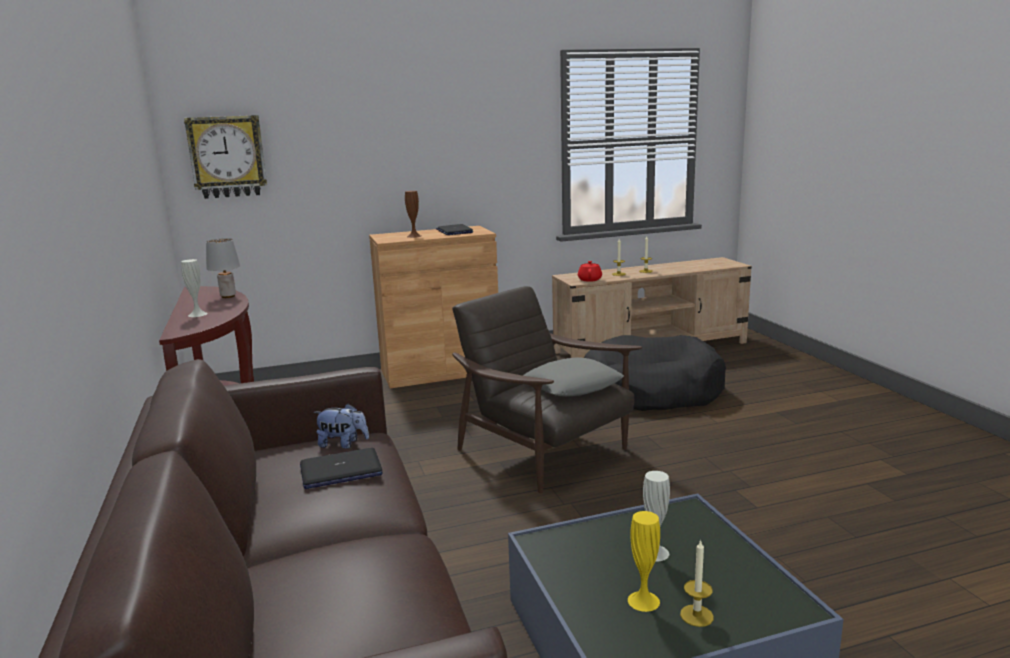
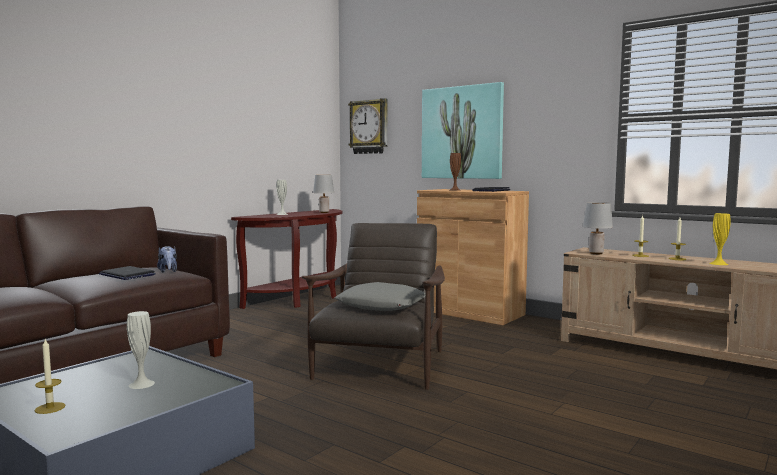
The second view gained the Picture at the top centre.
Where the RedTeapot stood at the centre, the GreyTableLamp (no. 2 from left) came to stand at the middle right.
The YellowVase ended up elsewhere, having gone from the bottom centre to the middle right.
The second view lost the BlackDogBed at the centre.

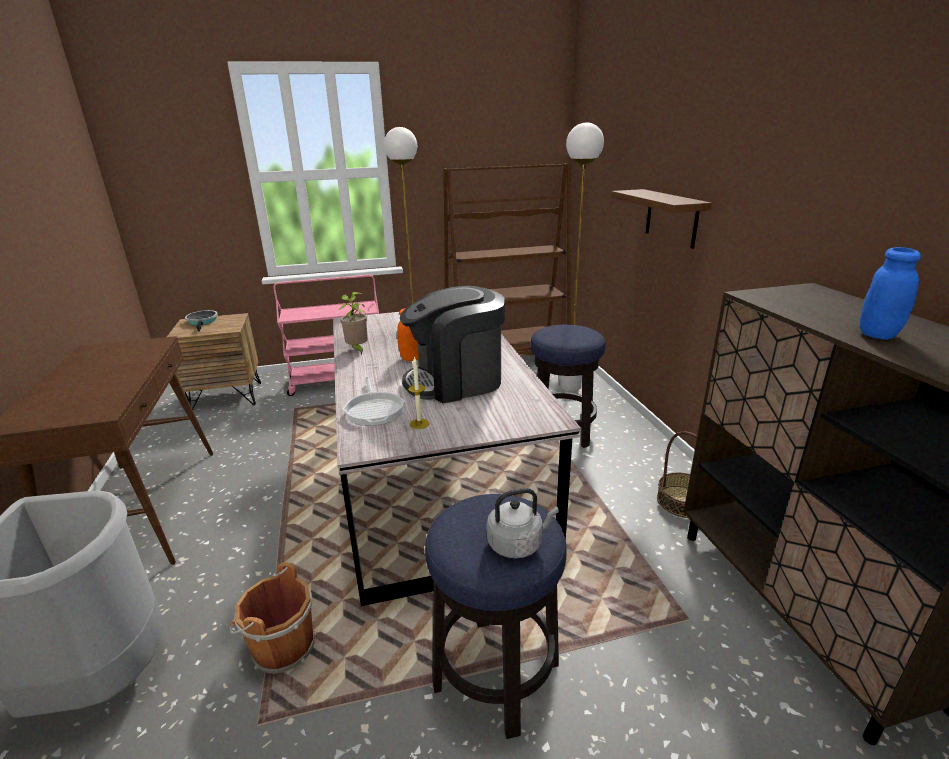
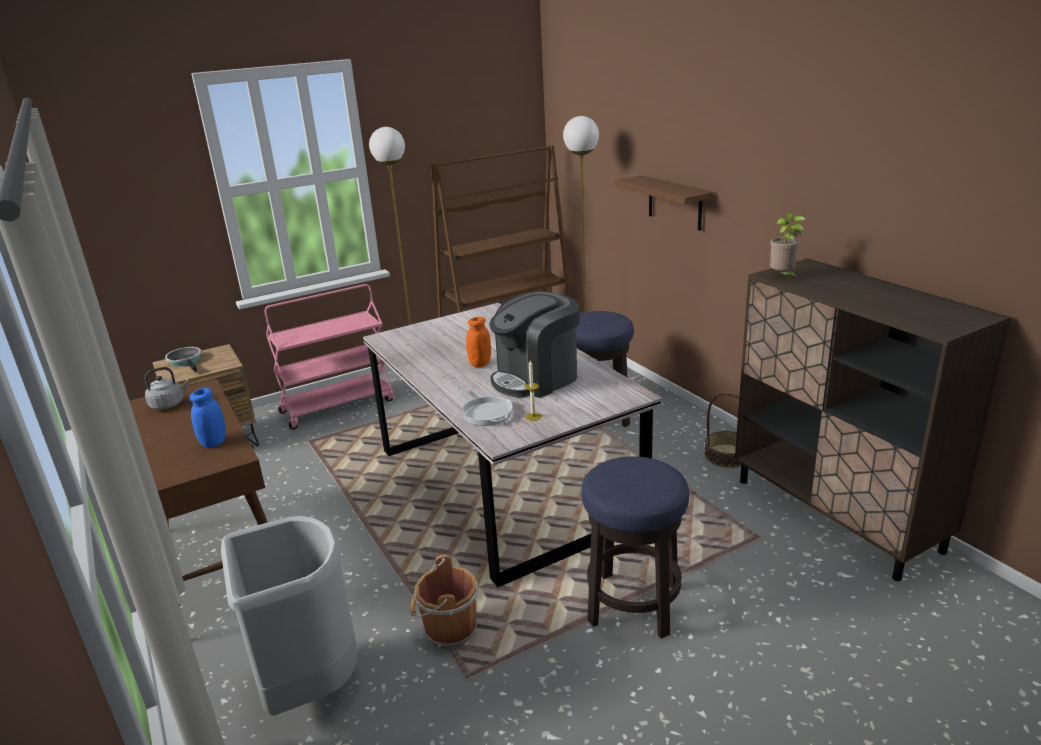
The GreyKettle ended up elsewhere, having gone from the bottom centre to the middle left.
The BlueJar ended up elsewhere, having gone from the middle right to the middle left.
The PottedPlant ended up elsewhere, having gone from the centre to the top right.

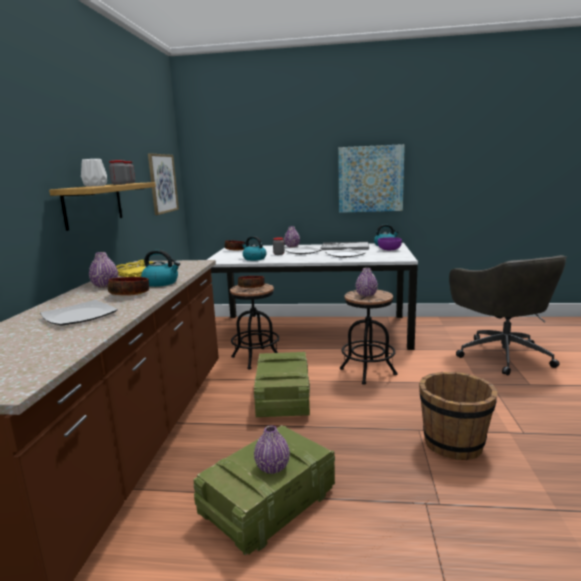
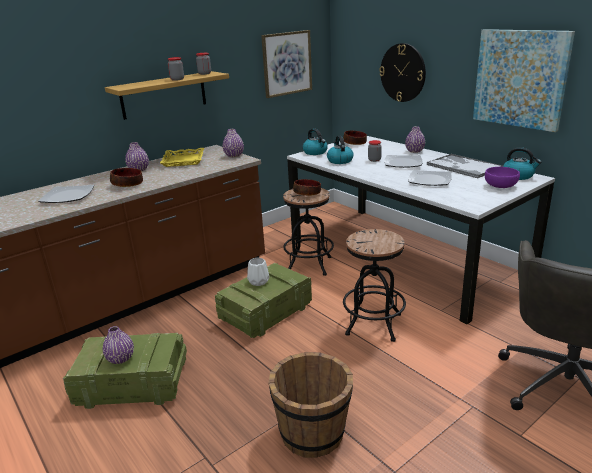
The PurpleVase (no. 4 from left in the first image) ended up elsewhere, having gone from the centre to the top centre.
The WhiteVase ended up elsewhere, having gone from the top left to the centre.
The Kettle (no. 1 from left) ended up elsewhere, having gone from the middle left to the top centre.
The second view gained the WallClock at the top right.

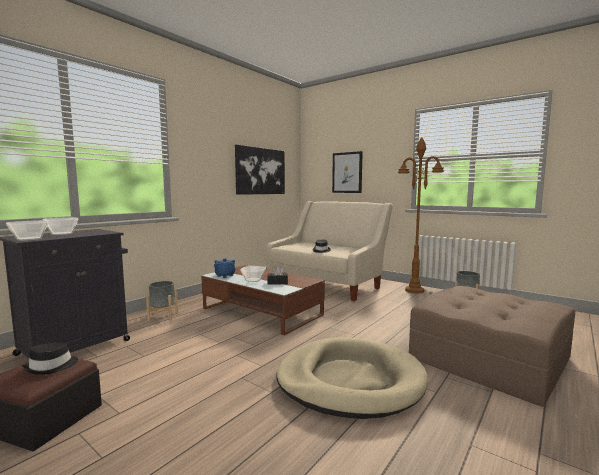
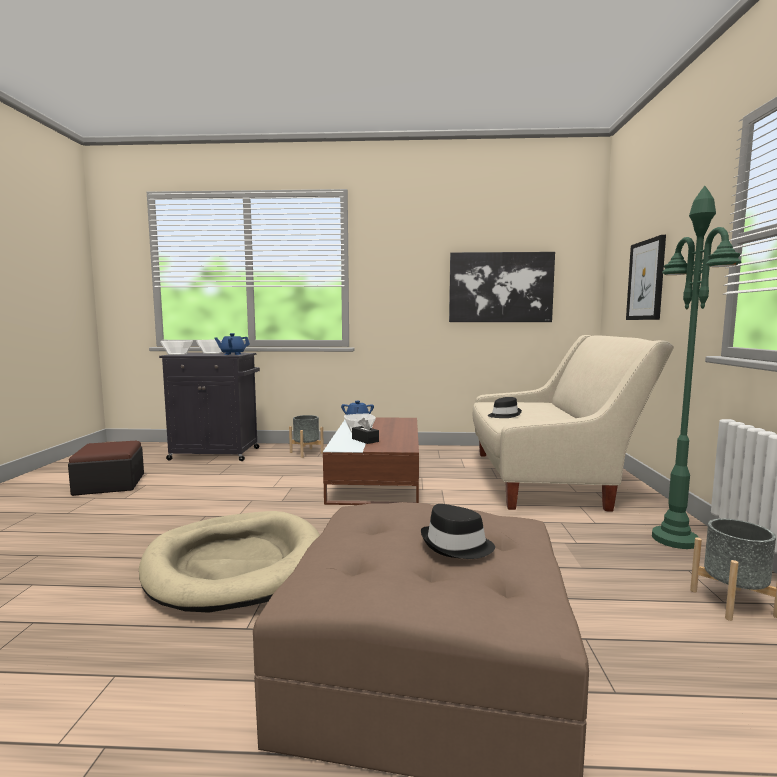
The second view gained the BlueTeapot (no. 1 from left) at the middle left.
The BlackHat (no. 1 from left) ended up elsewhere, having gone from the bottom left to the bottom centre.
What was the BrownFloorLamp at the middle right turned into the GreenFloorLamp at the middle right.

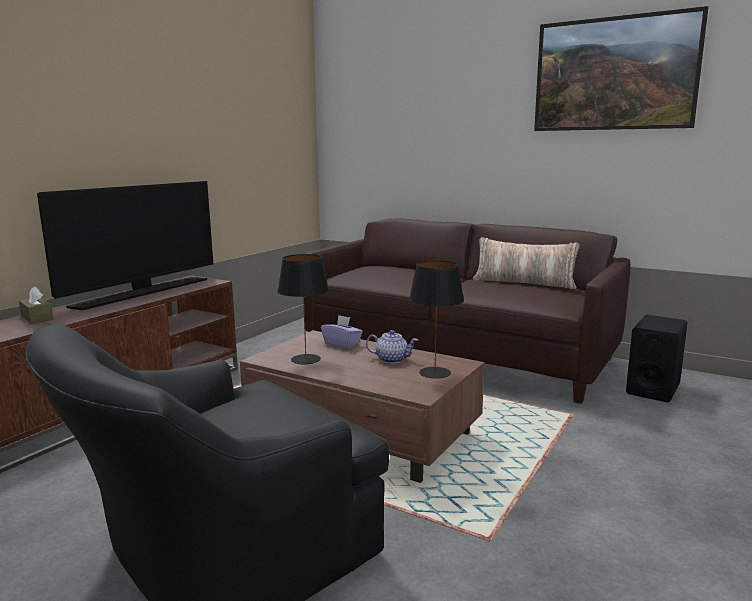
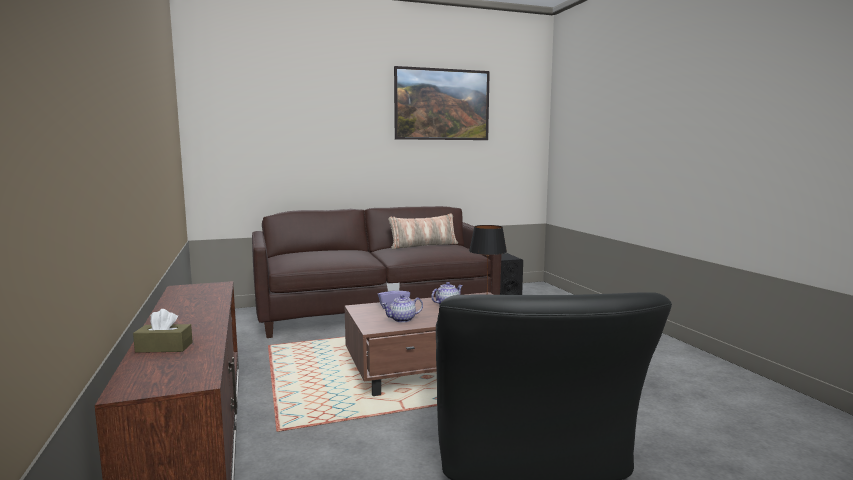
Where the BlackTableLamp (no. 1 from left) stood at the centre, the Teapot (no. 1 from left) came to stand at the centre.
The second view lost the Television at the middle left.

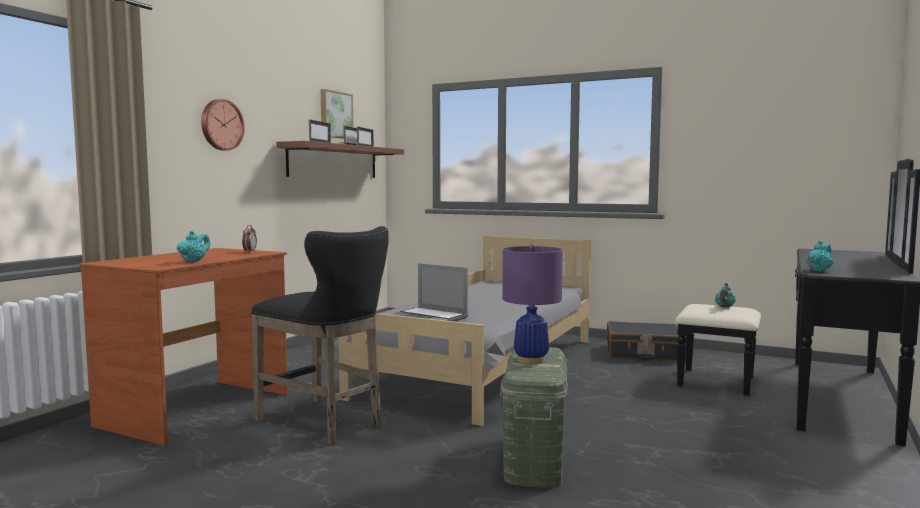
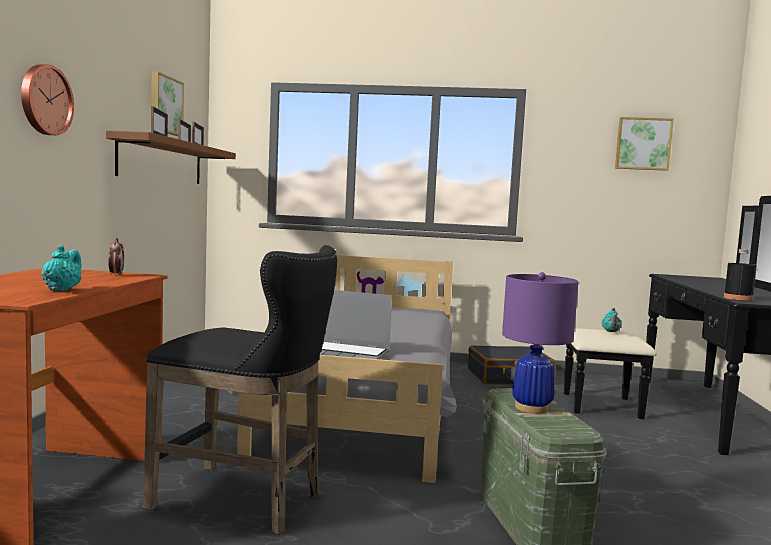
The second view gained the Picture (no. 2 from left) at the top right.
Where the TurquoiseTeapot (no. 3 from left) stood at the middle right, the BlackBottle came to stand at the middle right.

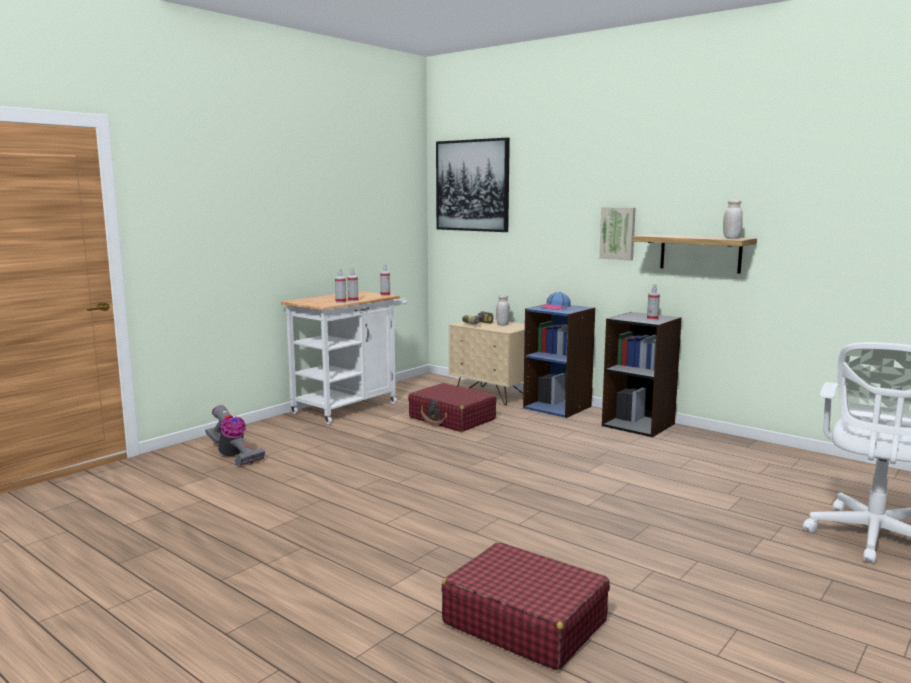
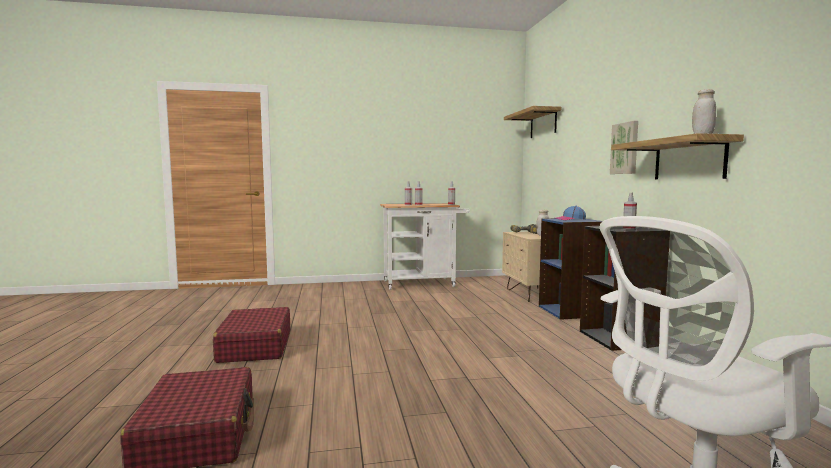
The RedSuitcase (no. 1 from left in the first image) ended up elsewhere, having gone from the centre to the bottom left.
Where the Picture (no. 1 from left) hung at the top centre, the Shelf (no. 1 from left) came to hang at the top centre.
The second view lost the VacuumCleaner at the middle left.

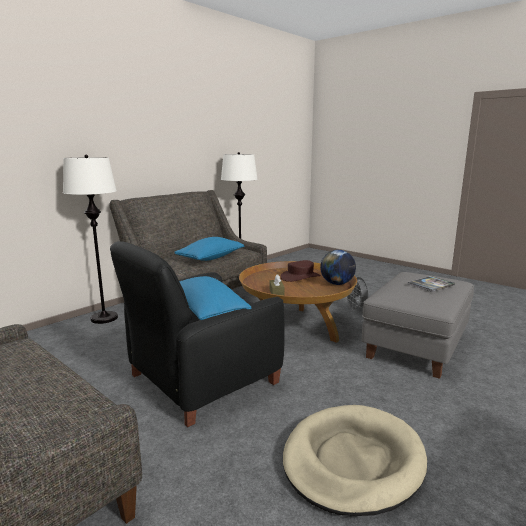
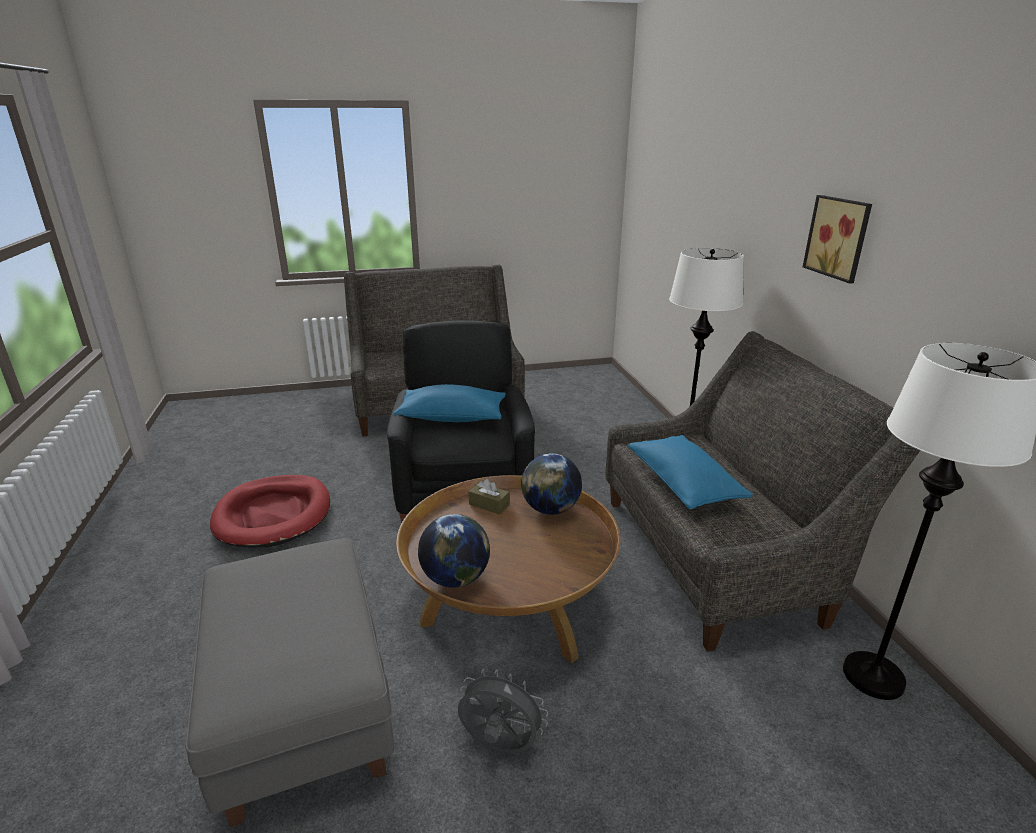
What was the BeigeDogBed at the bottom right turned into the RedDogBed at the middle left.
The second view gained the Globe (no. 2 from left) at the centre.
The second view gained the Picture at the top right.
The second view lost the BrownHat at the centre.
The second view lost the Book at the middle right.

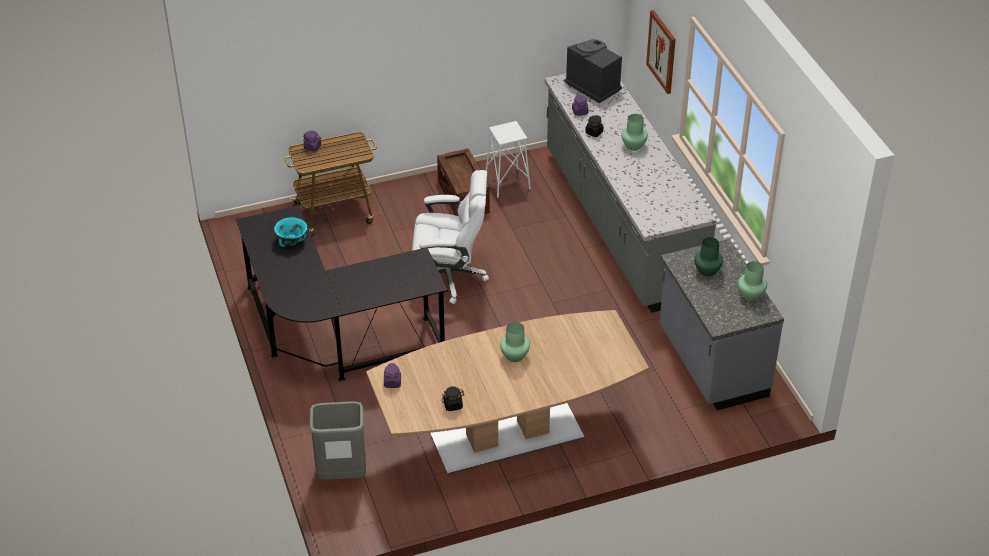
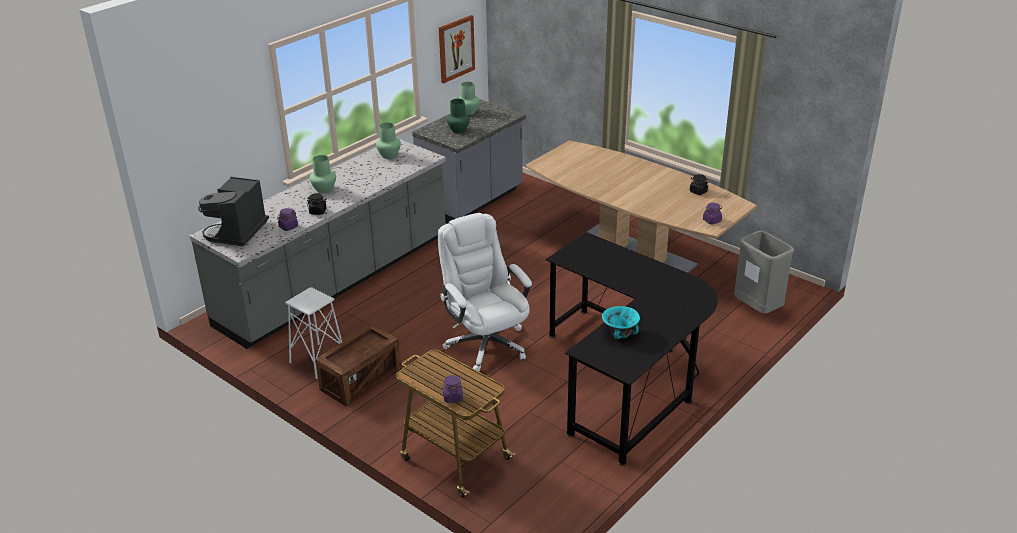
The GreenVase (no. 1 from left in the first image) ended up elsewhere, having gone from the centre to the top centre.
The Picture ended up elsewhere, having gone from the top right to the top centre.

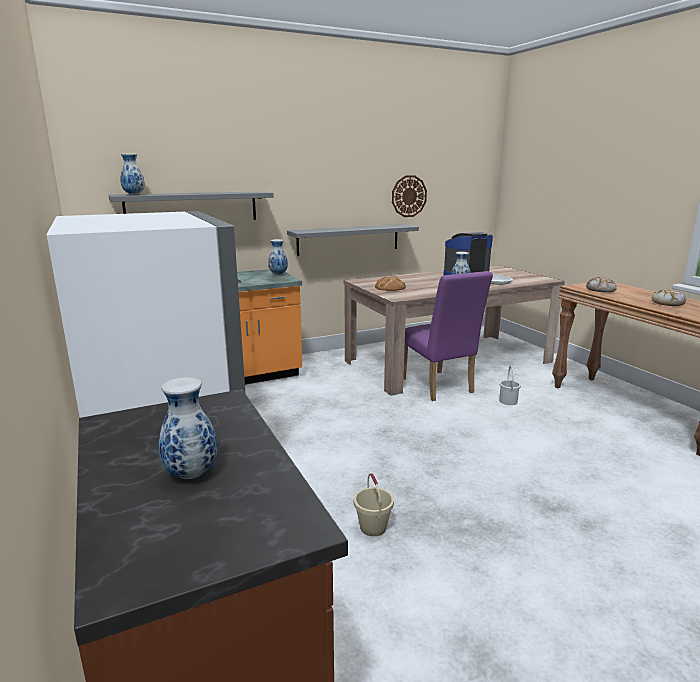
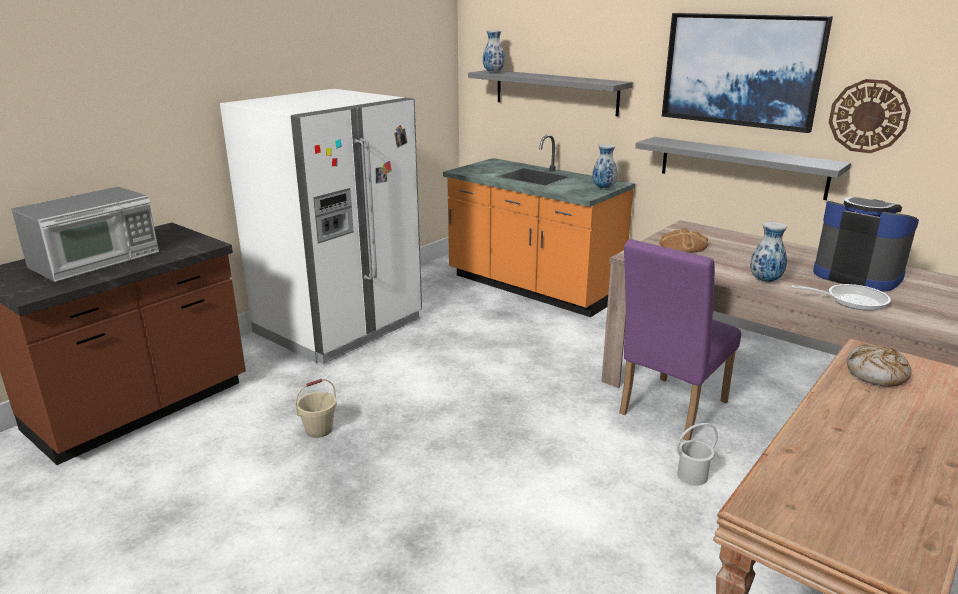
Where the Vase (no. 2 from left) stood at the middle left, the Microwave came to stand at the middle left.
The second view gained the Picture at the top right.
The second view lost the Bread (no. 3 from left) at the middle right.

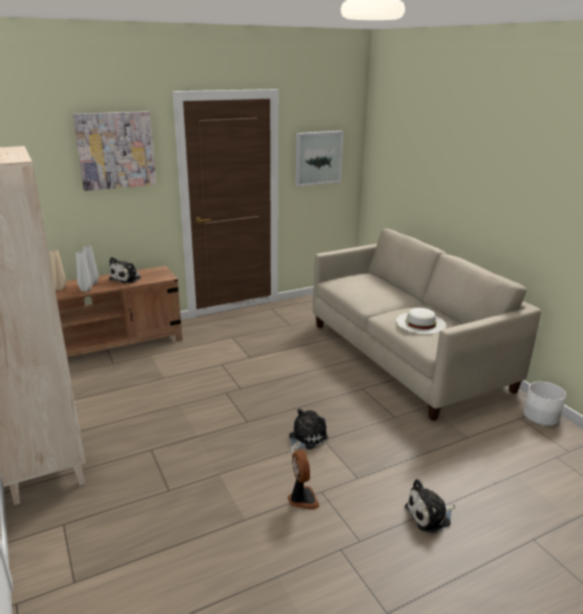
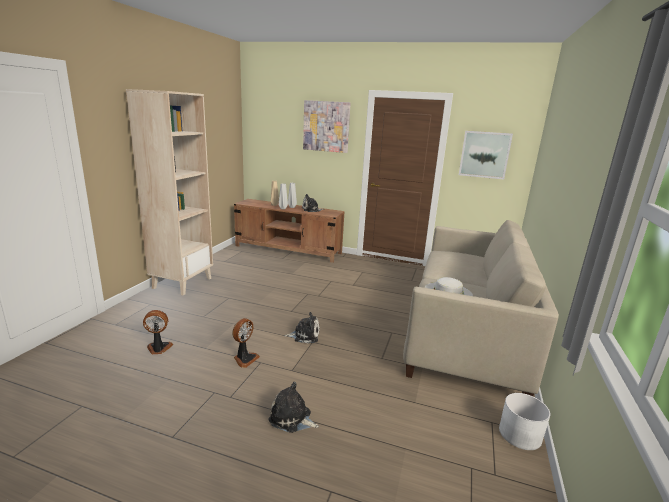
The second view gained the Fan (no. 1 from left) at the middle left.

